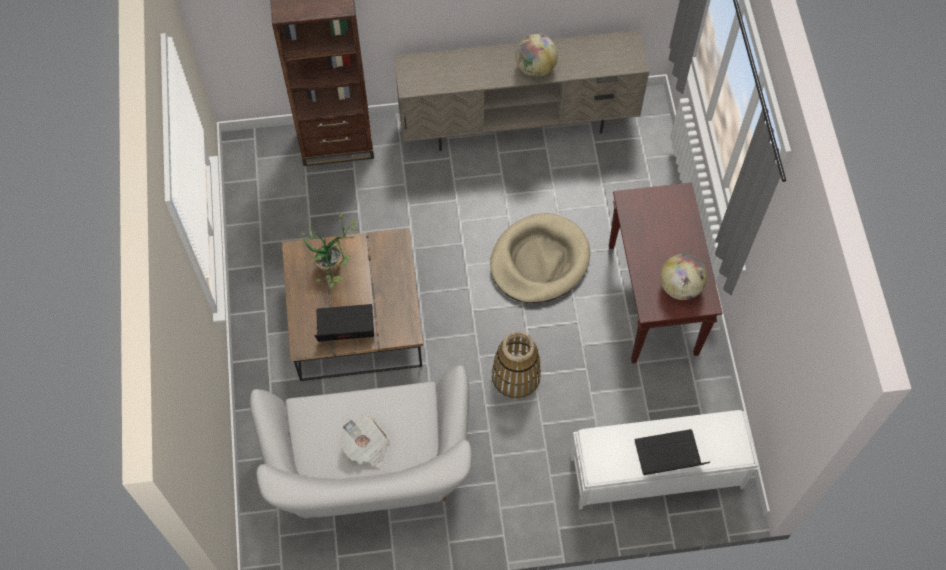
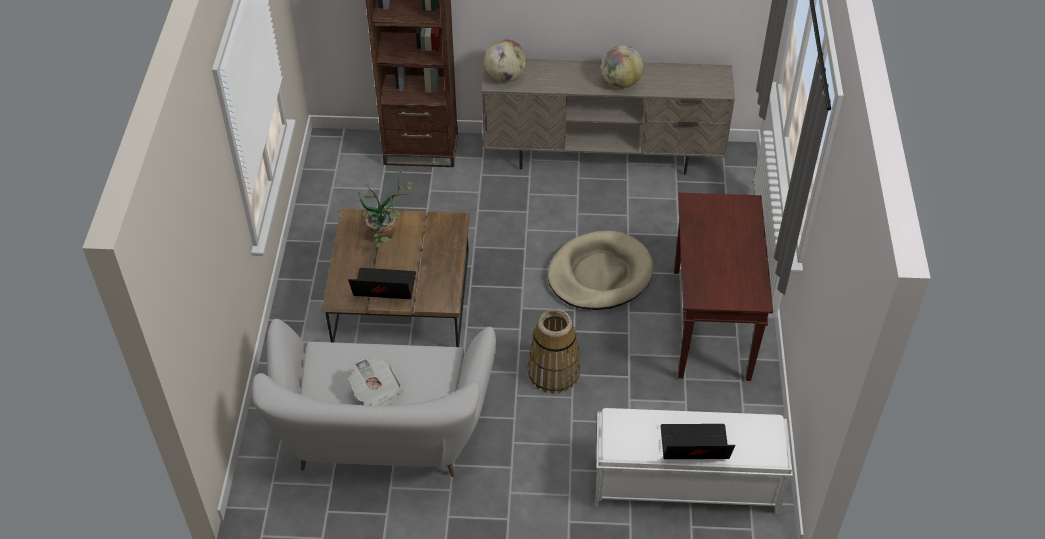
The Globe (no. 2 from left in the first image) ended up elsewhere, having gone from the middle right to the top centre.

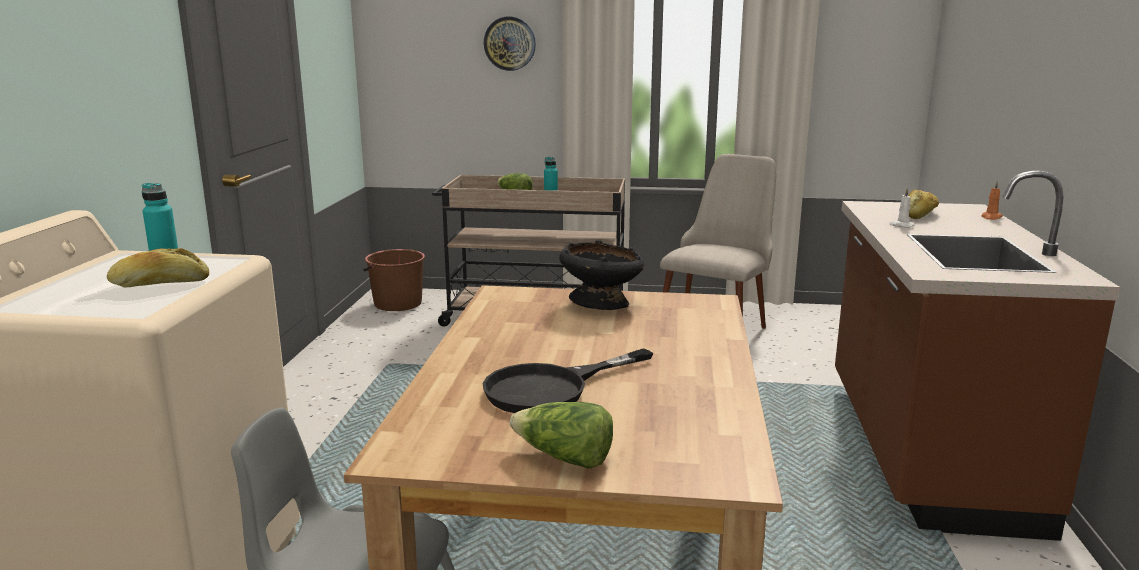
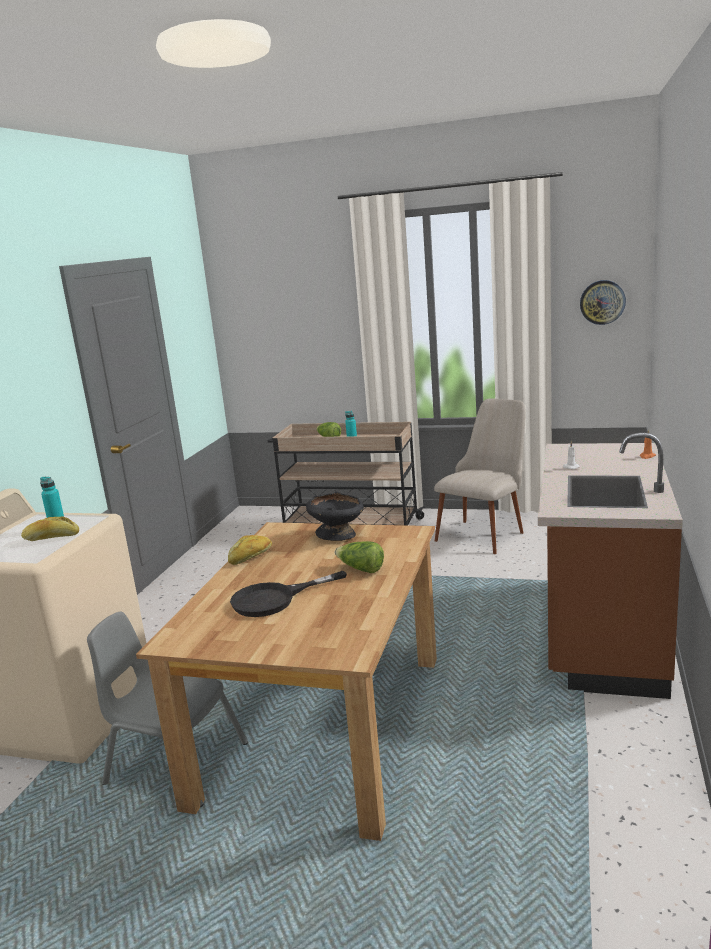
The Bread (no. 2 from left) ended up elsewhere, having gone from the middle right to the centre.
The Lettuce (no. 2 from left) ended up elsewhere, having gone from the bottom centre to the centre.
The WallClock ended up elsewhere, having gone from the top centre to the top right.
The second view lost the BrownBucket at the centre.

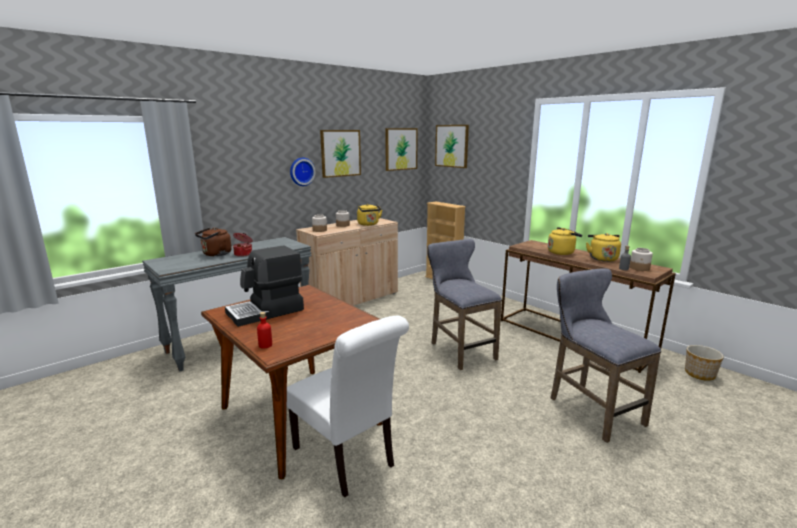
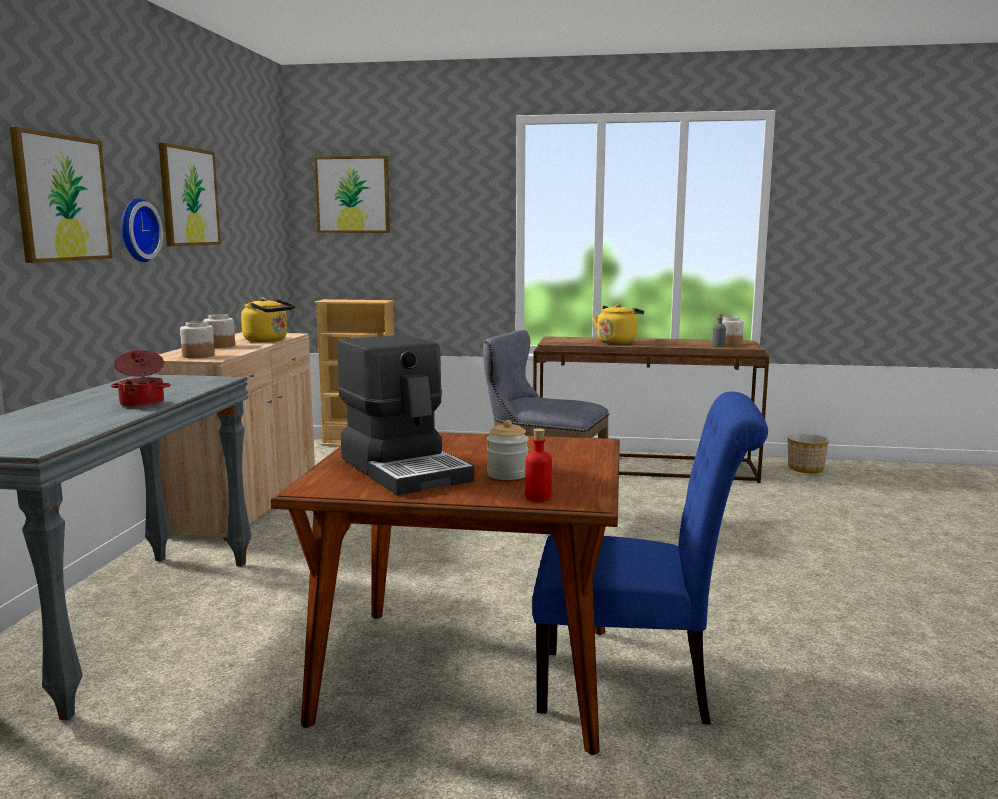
The Picture (no. 2 from left in the first image) ended up elsewhere, having gone from the top centre to the top left.
The CoffeeMachine at the middle left ended up facing another way, 45 degrees counterclockwise from before.
The second view gained the Jar (no. 3 from left) at the centre.
What was the WhiteChair at the bottom centre turned into the BlueChair at the bottom centre.
The second view lost the BrownKettle at the middle left.
The second view lost the GreyStool (no. 2 from left) at the bottom right.
The second view lost the YellowKettle (no. 3 from left) at the middle right.

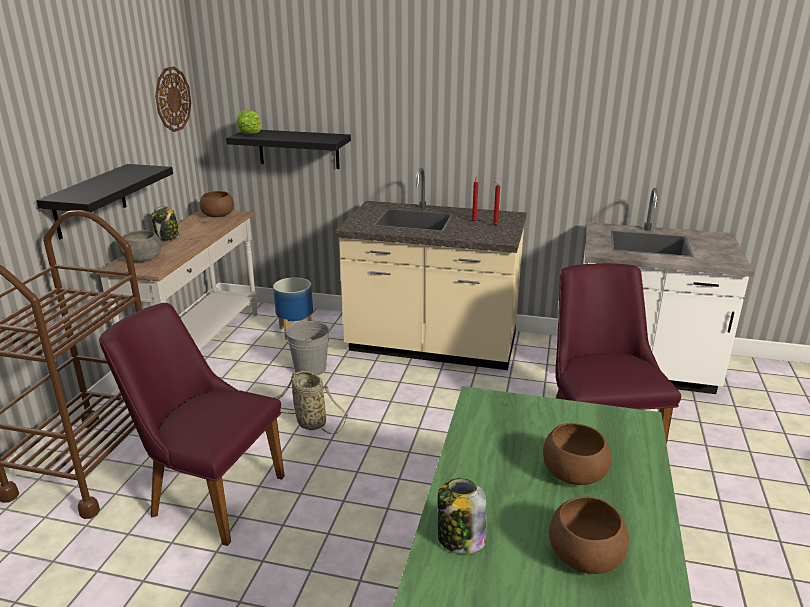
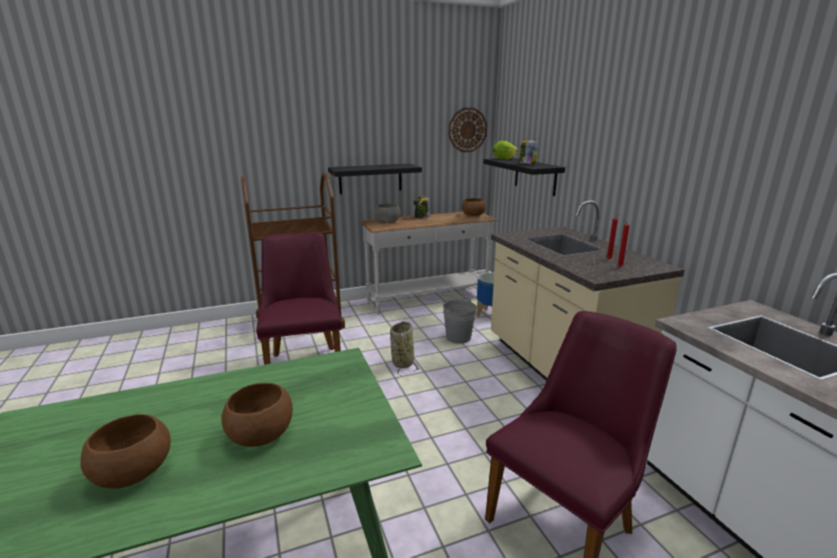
The Jar (no. 2 from left) ended up elsewhere, having gone from the bottom centre to the top centre.

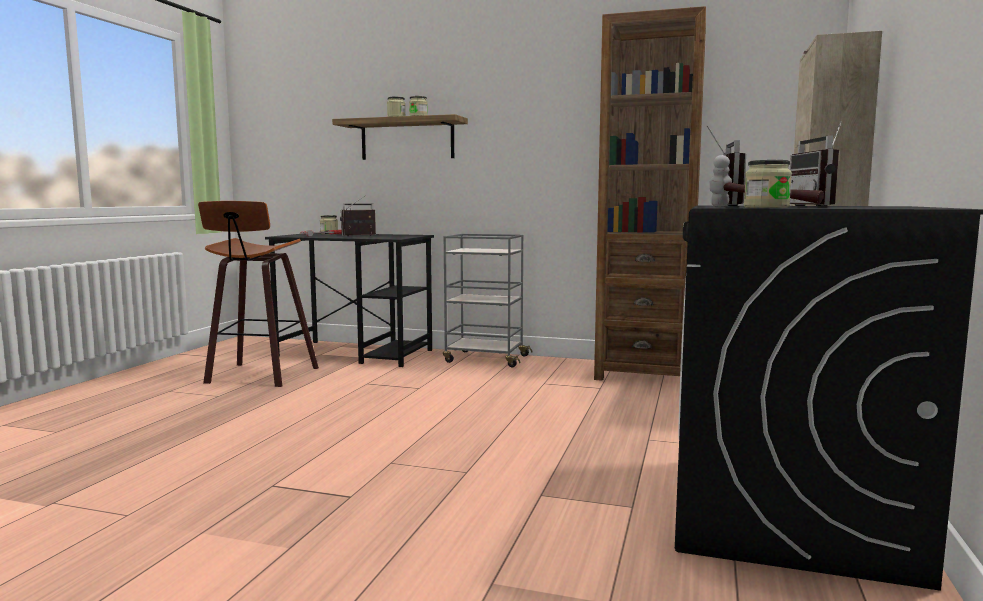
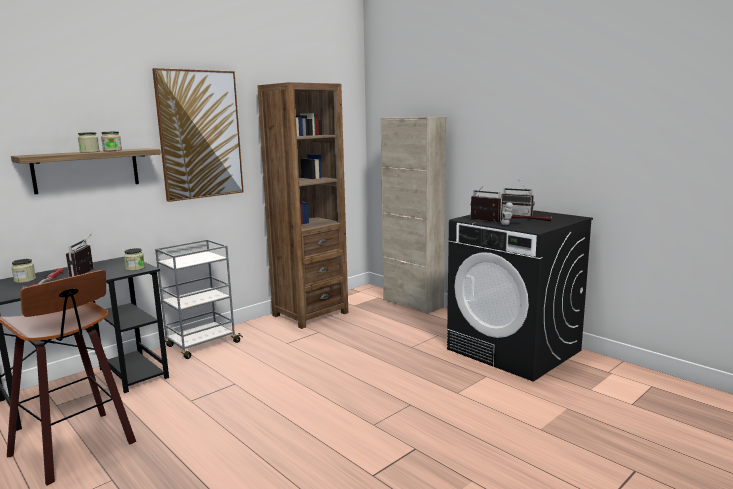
The Jar (no. 4 from left) ended up elsewhere, having gone from the top right to the middle left.
The second view gained the Picture at the top left.

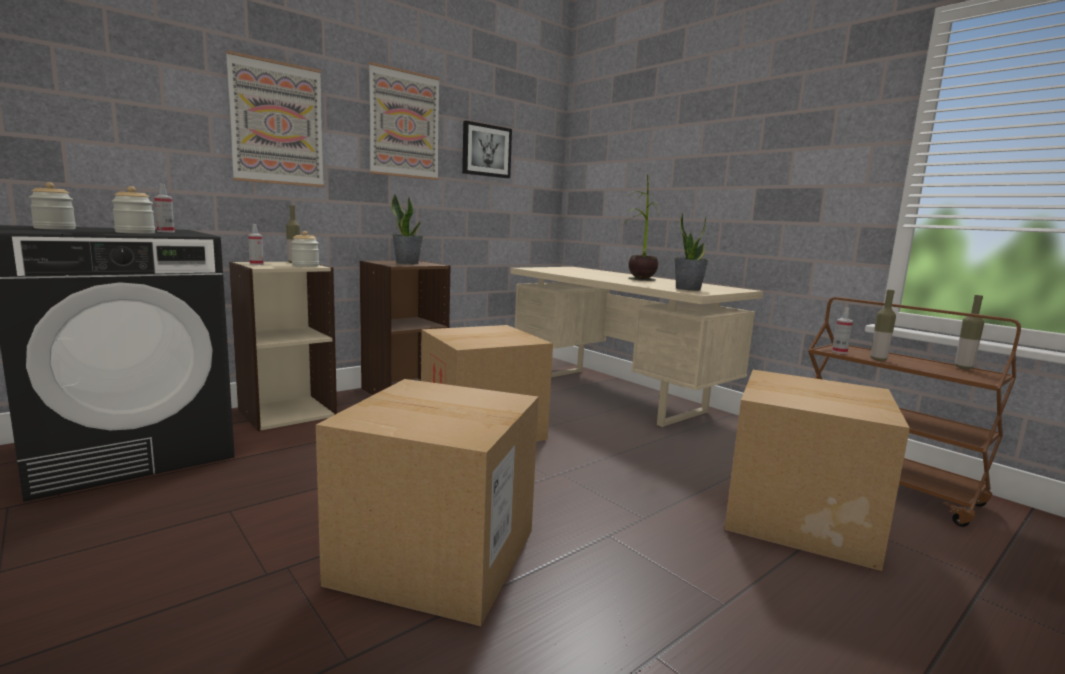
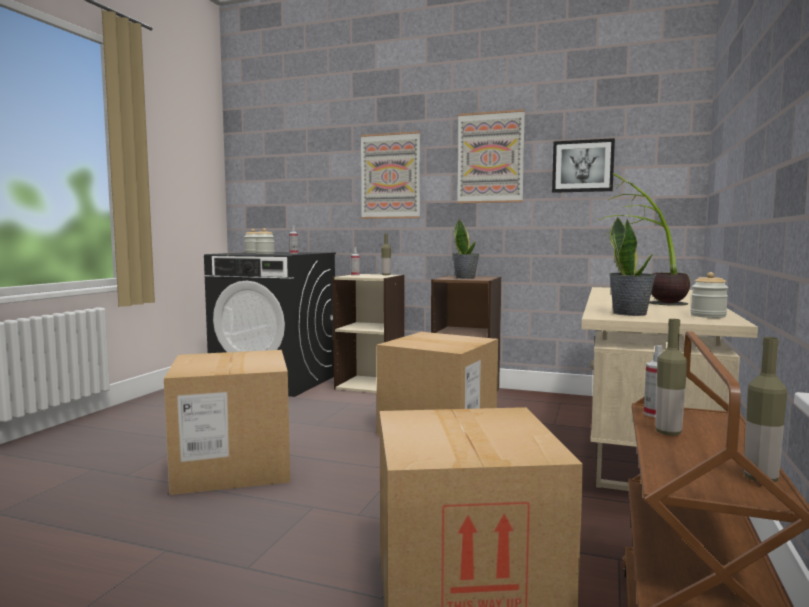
The Jar (no. 3 from left) ended up elsewhere, having gone from the middle left to the middle right.

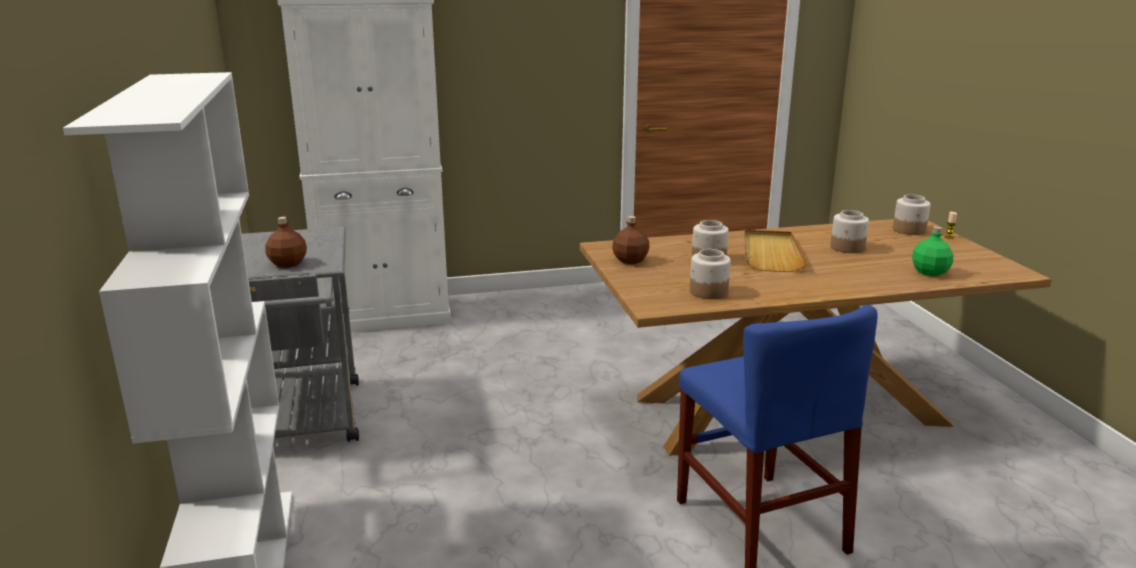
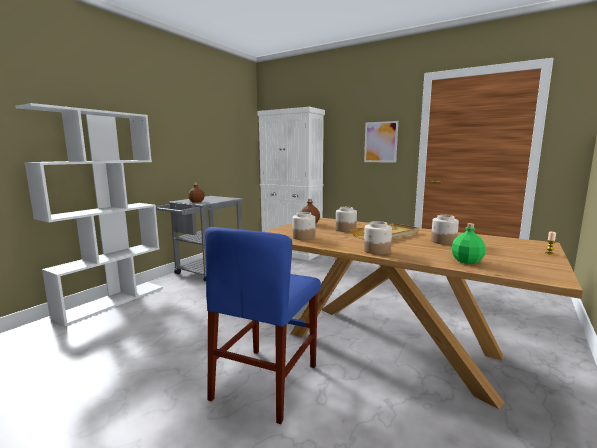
The second view gained the Picture at the top centre.
The Jar (no. 4 from left in the first image) ended up elsewhere, having gone from the middle right to the centre.

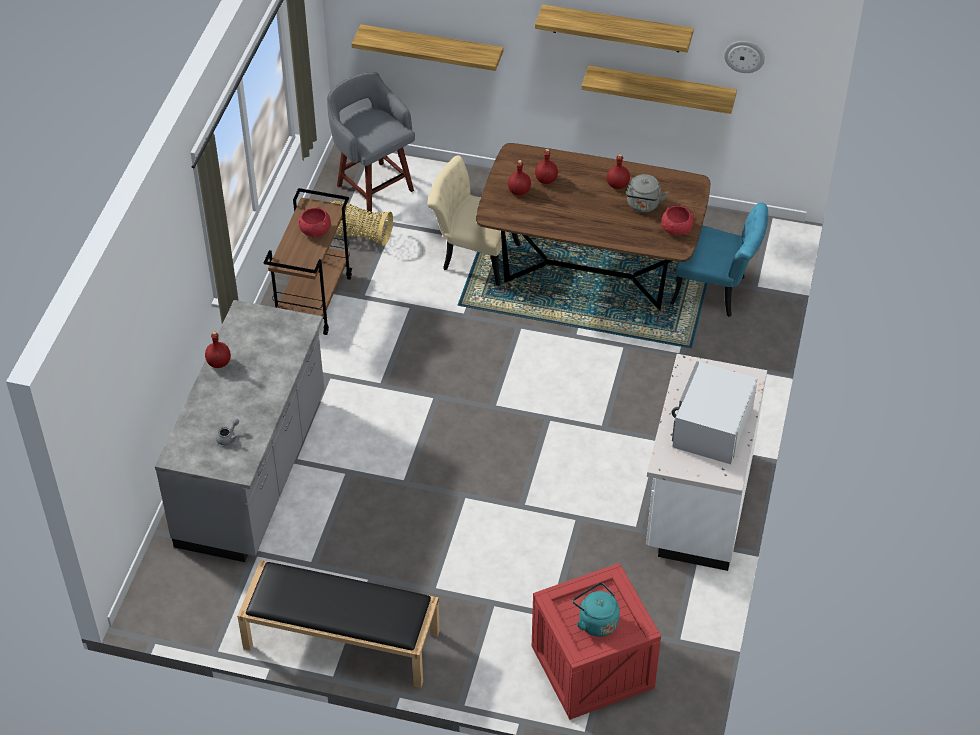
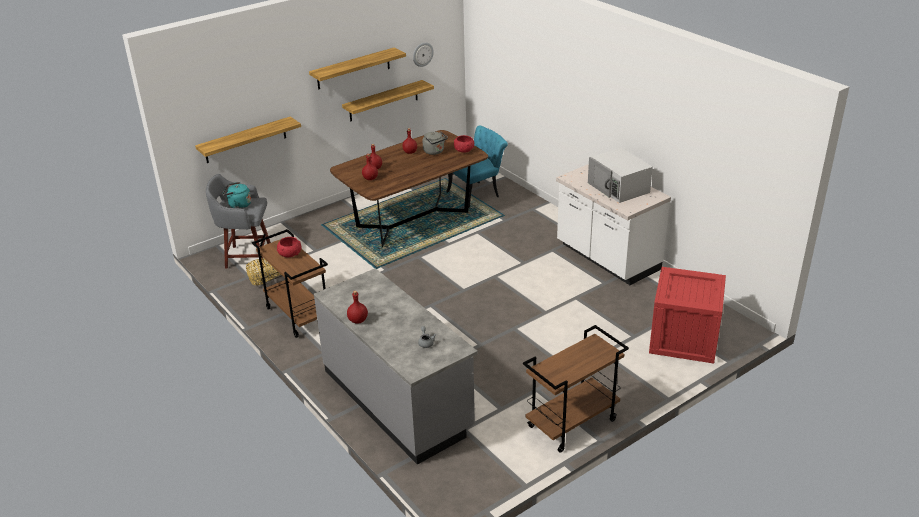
The TurquoiseKettle ended up elsewhere, having gone from the bottom centre to the middle left.
Where the BlackBench stood at the bottom centre, the BrownCart (no. 2 from left) came to stand at the bottom centre.
The second view lost the BeigeChair at the top centre.

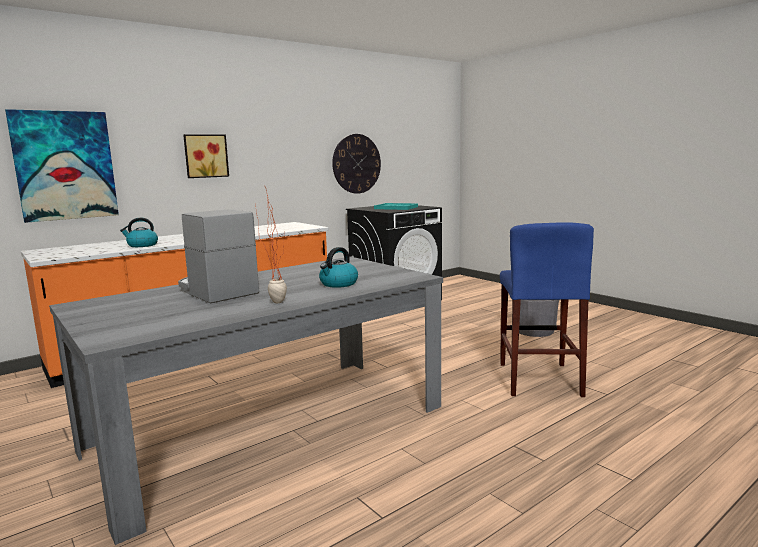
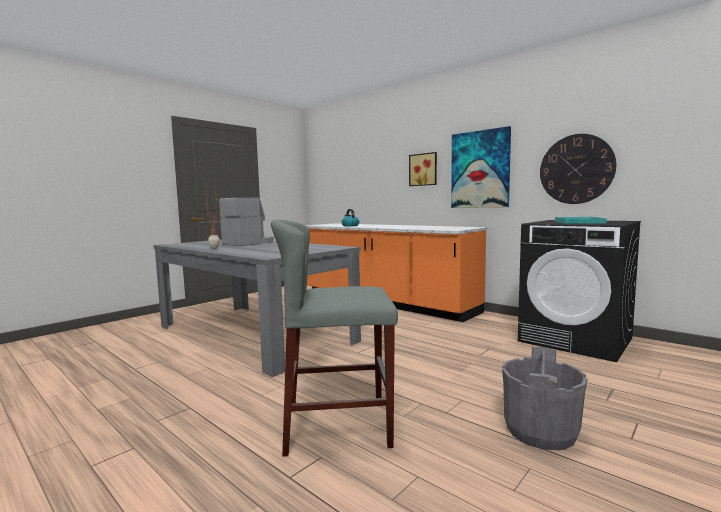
What was the BlueStool at the middle right turned into the GreyStool at the centre.
The Picture (no. 1 from left in the first image) ended up elsewhere, having gone from the top left to the top right.
The second view lost the Kettle (no. 2 from left) at the centre.

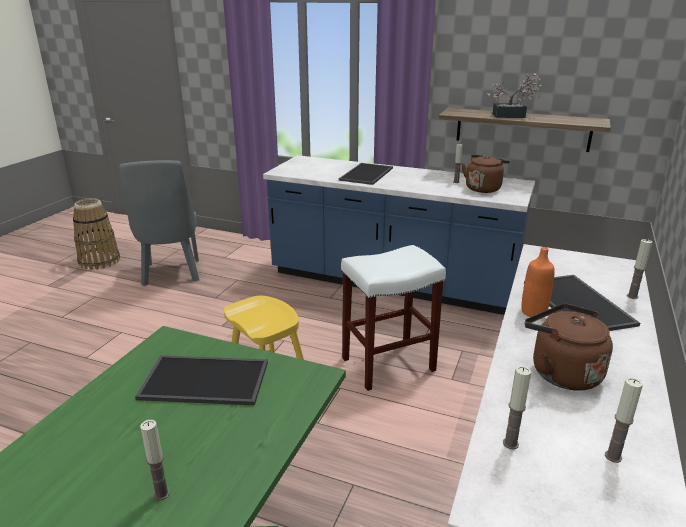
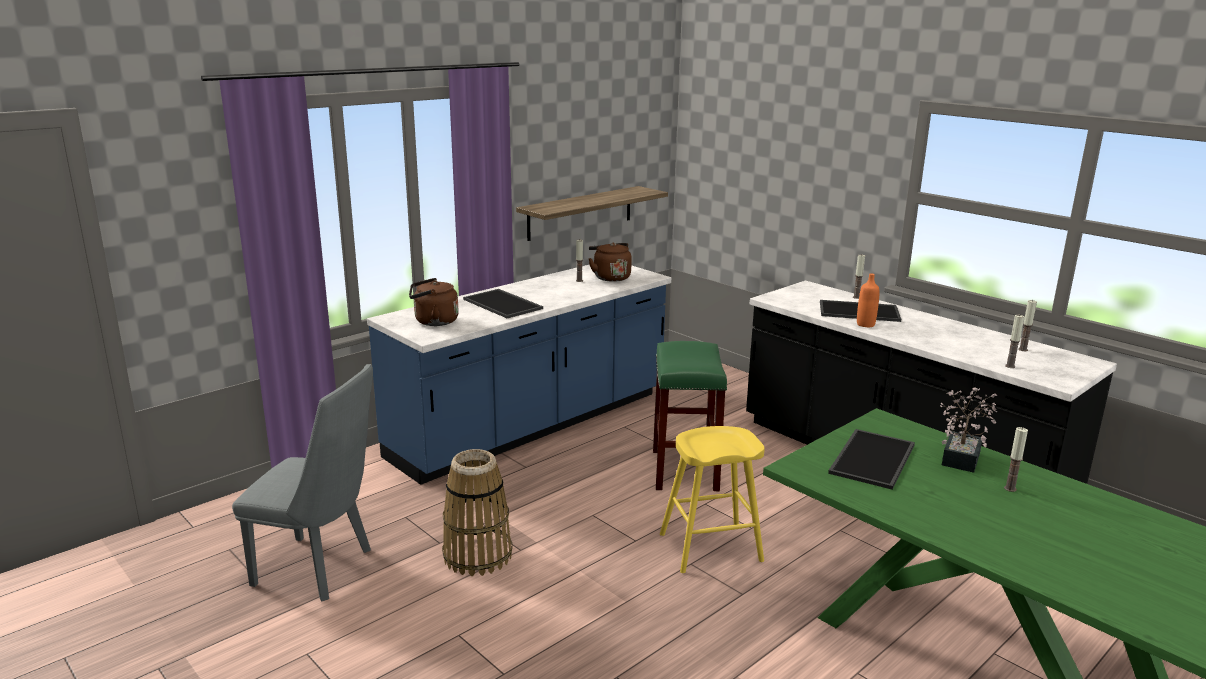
The BrownKettle (no. 2 from left in the first image) ended up elsewhere, having gone from the middle right to the centre.
The Basket ended up elsewhere, having gone from the middle left to the bottom centre.
What was the WhiteStool at the centre turned into the GreenStool at the centre.
The PottedPlant ended up elsewhere, having gone from the top right to the middle right.

